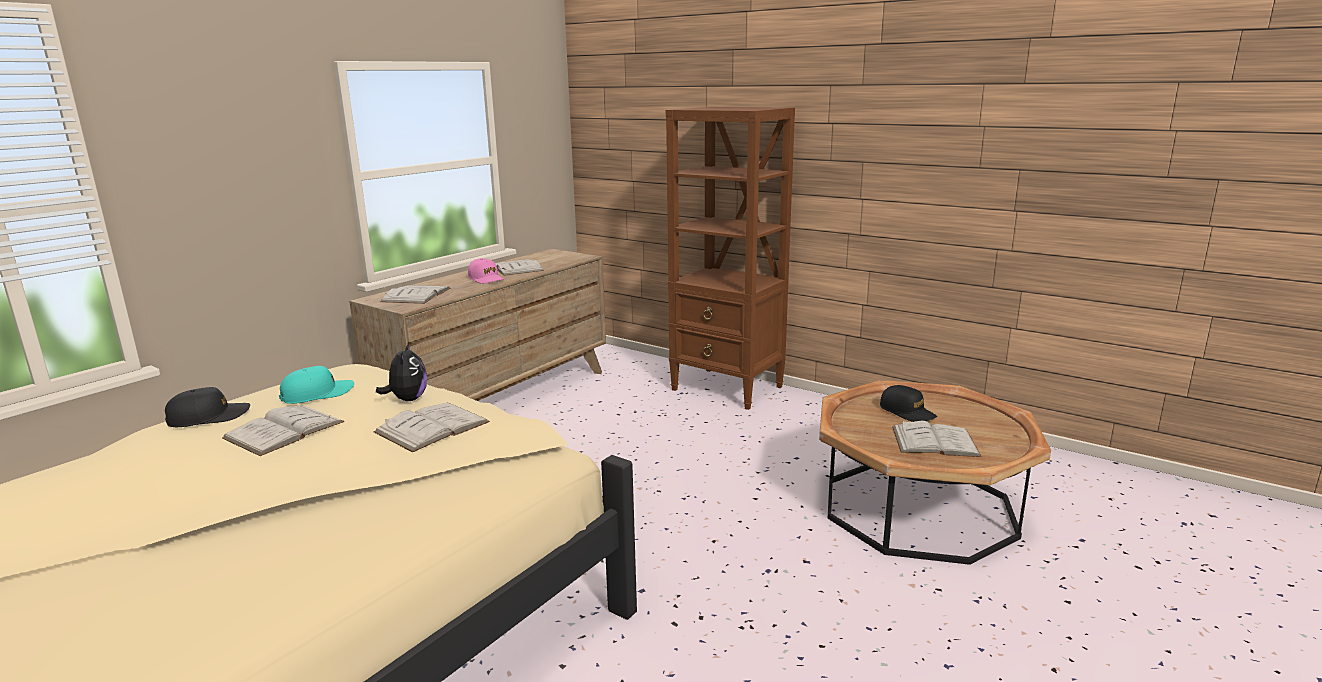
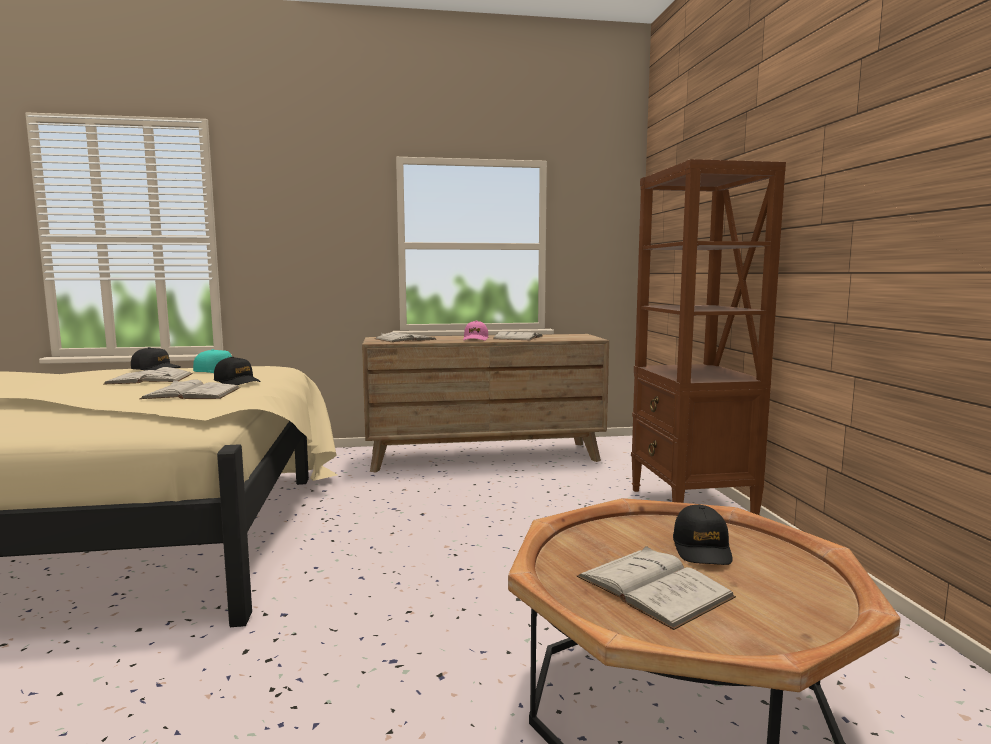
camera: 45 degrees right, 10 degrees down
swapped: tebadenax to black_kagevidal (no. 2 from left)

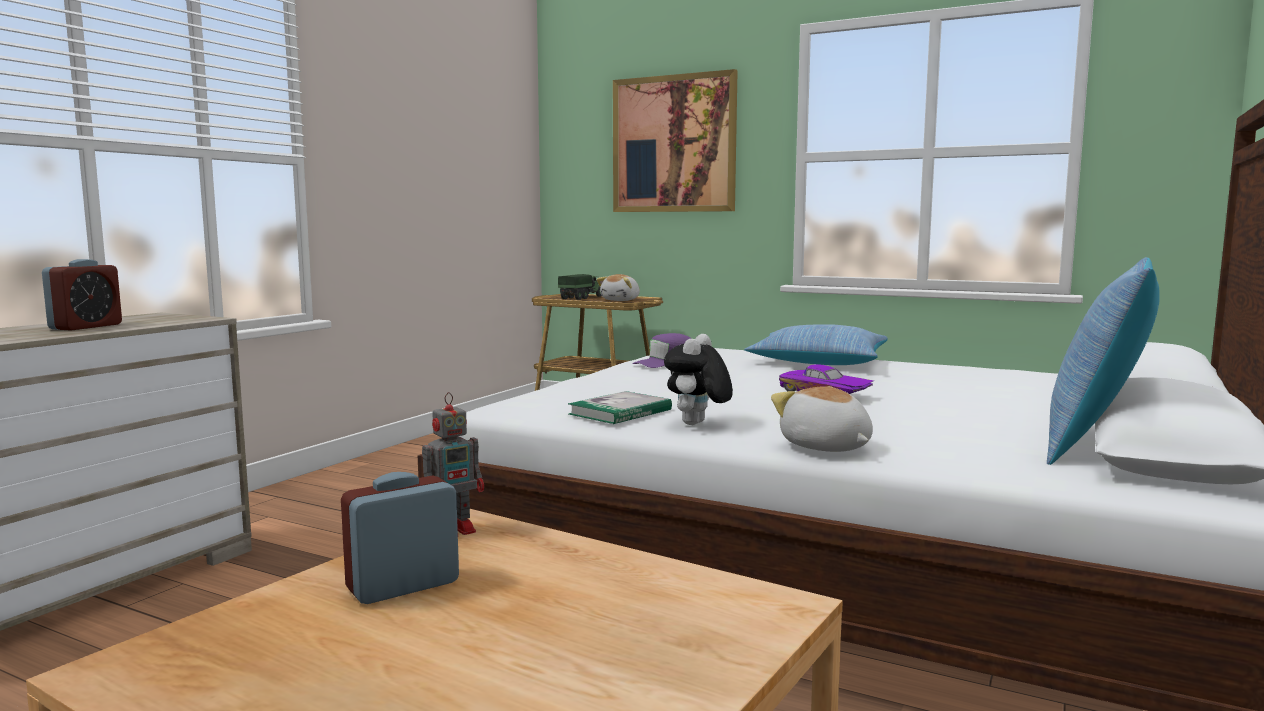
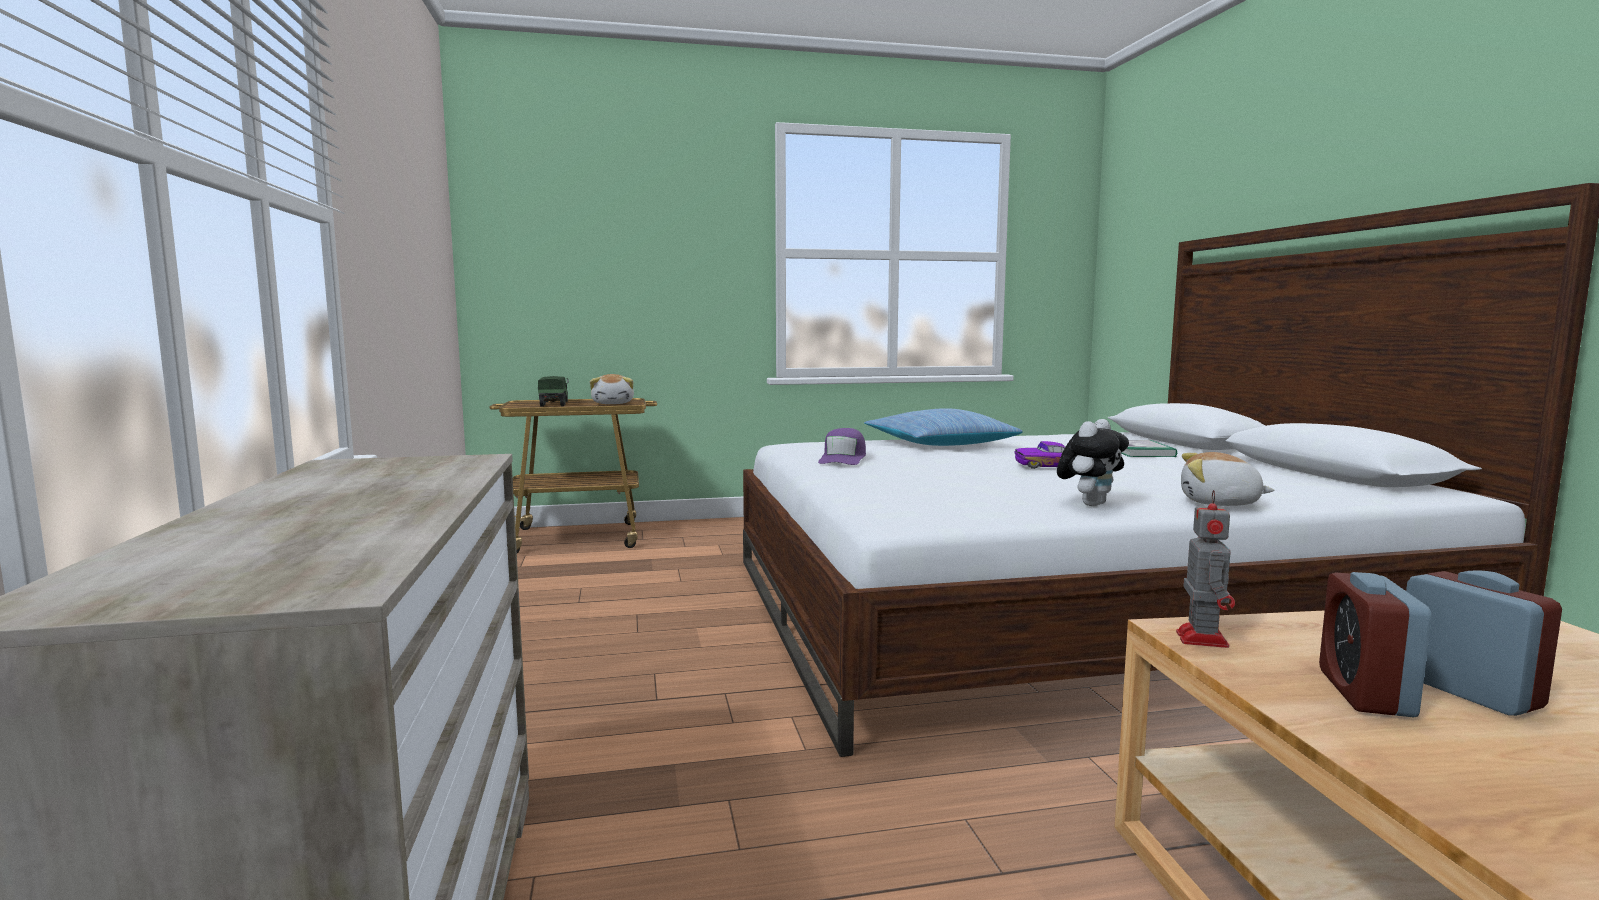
camera: 40 degrees left, 0 degrees up
gone: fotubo; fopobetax (no. 2 from left)
shifted: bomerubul (no. 1 from left in the first image) to bomerubul (no. 2 from left); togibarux
rotated: tebadenax (no. 2 from left) 120 degrees counterclockwise

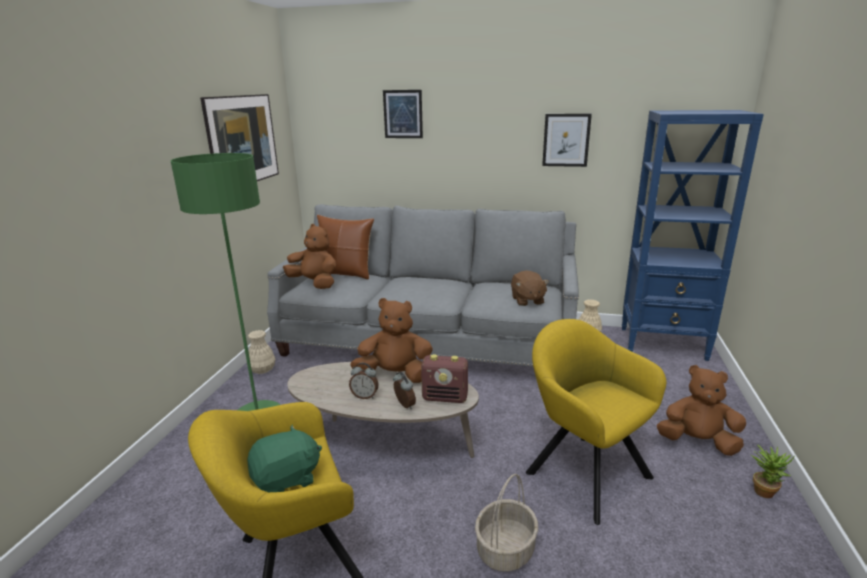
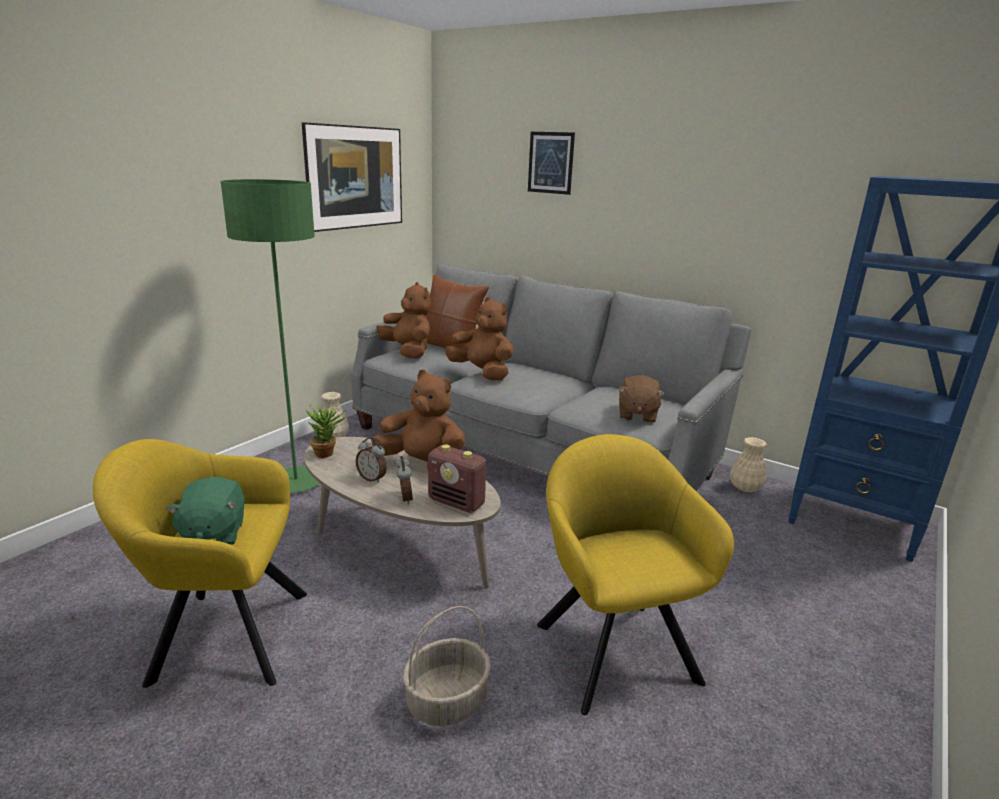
camera: 20 degrees right, 0 degrees up
gone: fotubo (no. 3 from left)
shifted: brown_tebadenax (no. 4 from left in the first image) to brown_tebadenax (no. 3 from left); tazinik
rotated: green_tebadenax 90 degrees clockwise

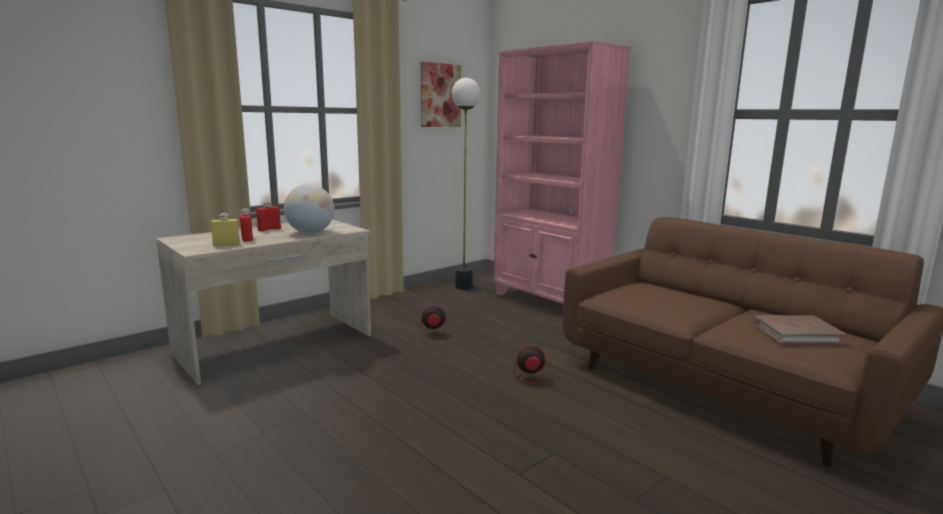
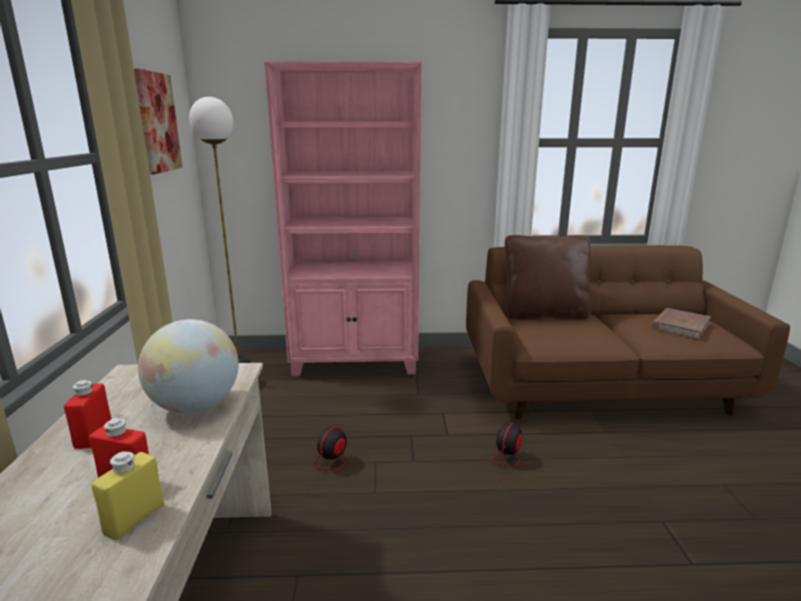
camera: 50 degrees left, 5 degrees up
new: brown_fopobetax

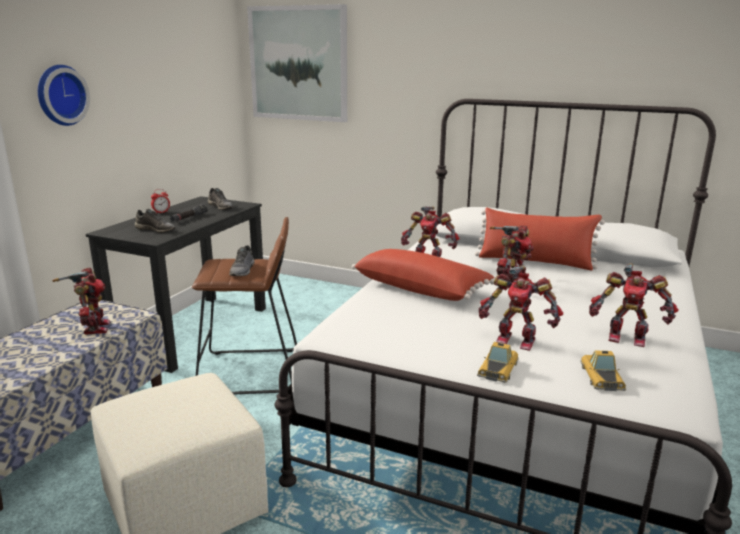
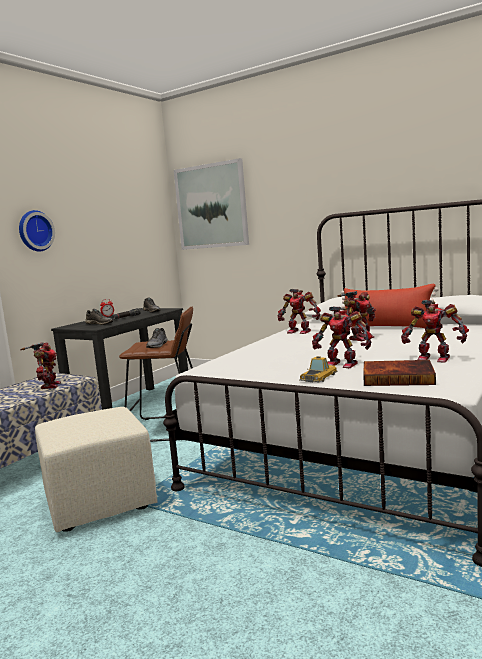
camera: 10 degrees right, 10 degrees down
gone: red_fopobetax (no. 1 from left)
swapped: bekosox (no. 2 from left) to togibarux

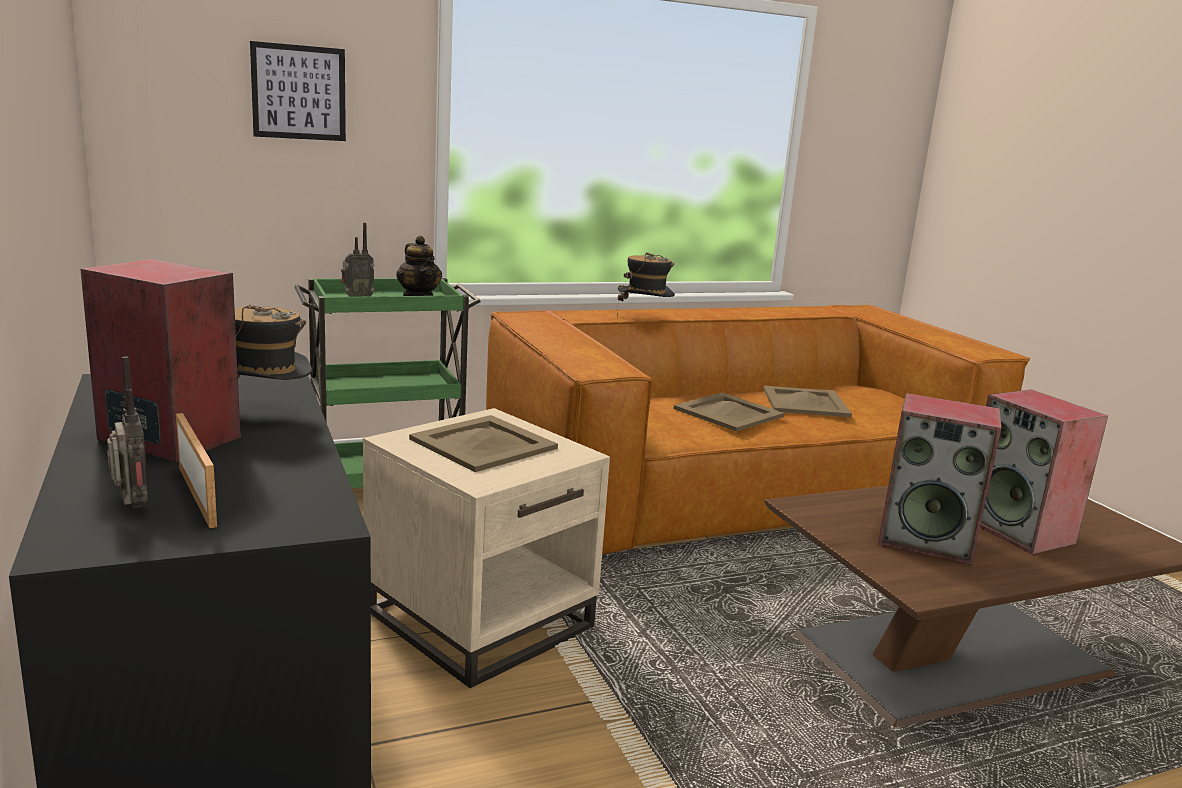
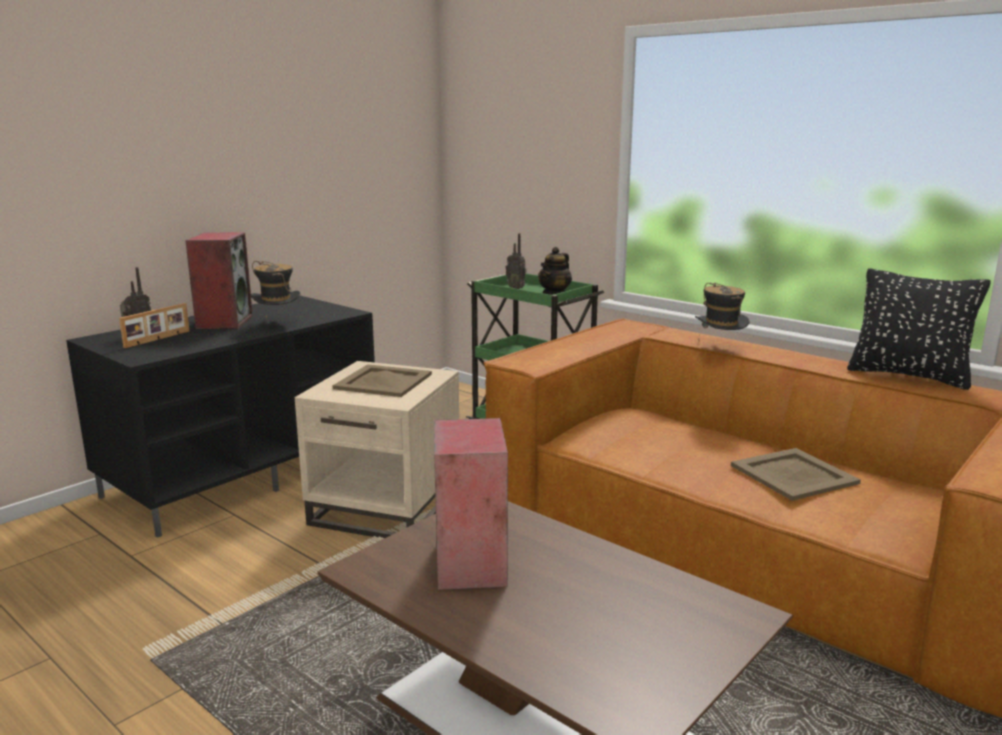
camera: 65 degrees right, 0 degrees up
gone: fotubo; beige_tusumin (no. 2 from left); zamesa (no. 3 from left)
new: black_fopobetax

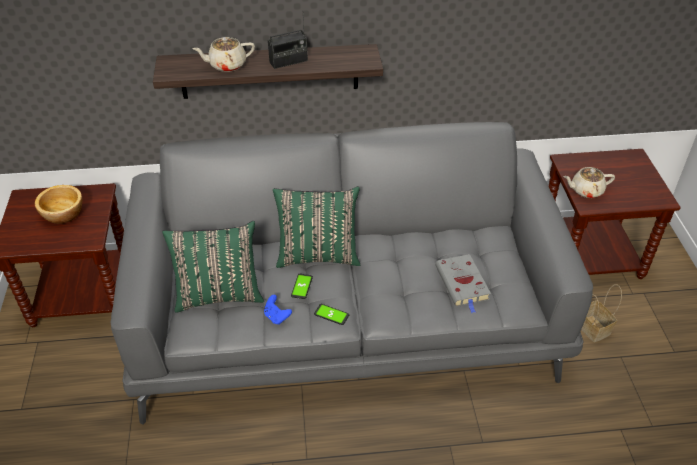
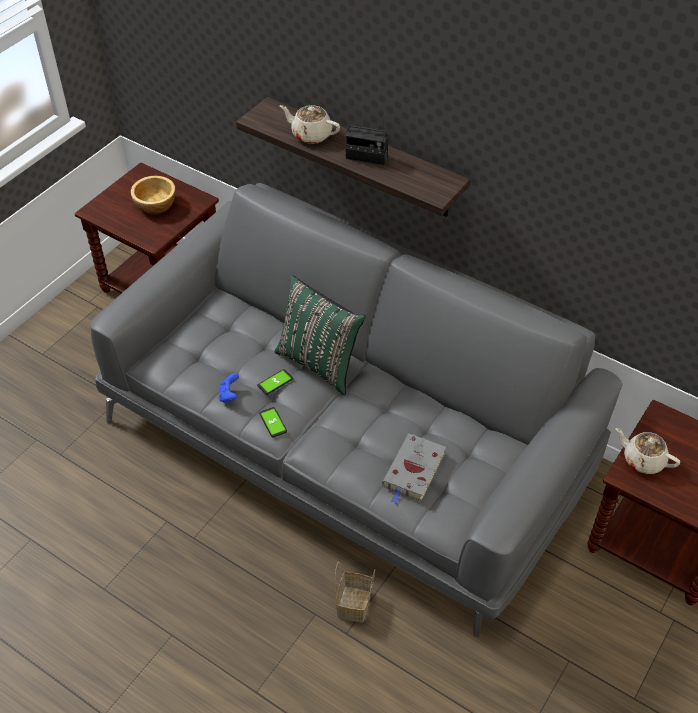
camera: 40 degrees right, 5 degrees up
gone: green_fopobetax (no. 1 from left)
shifted: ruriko

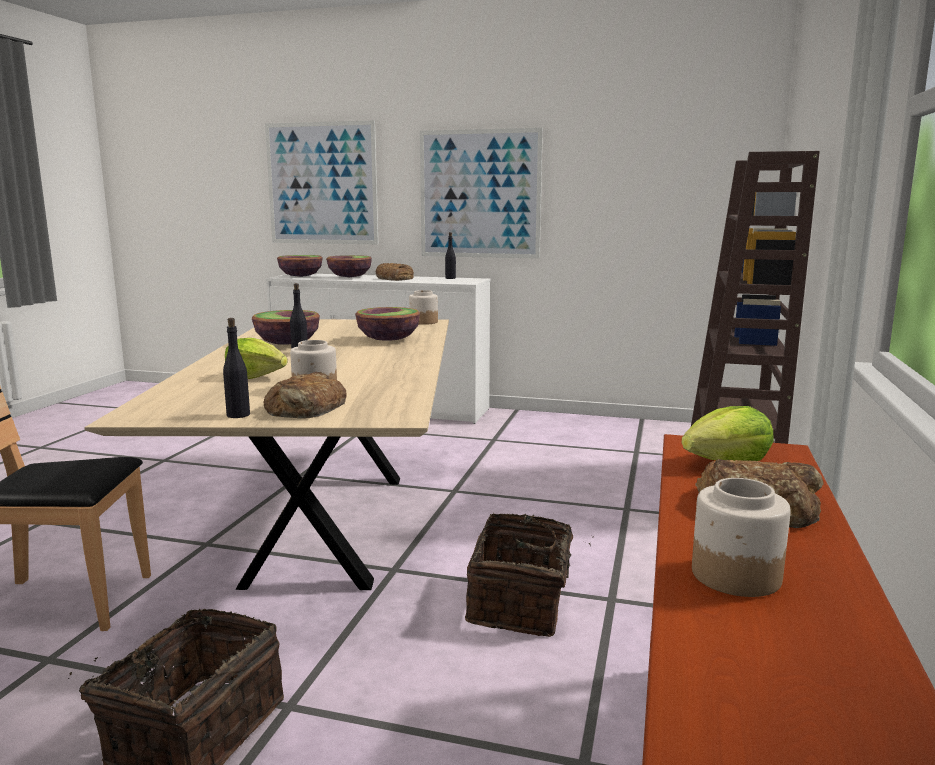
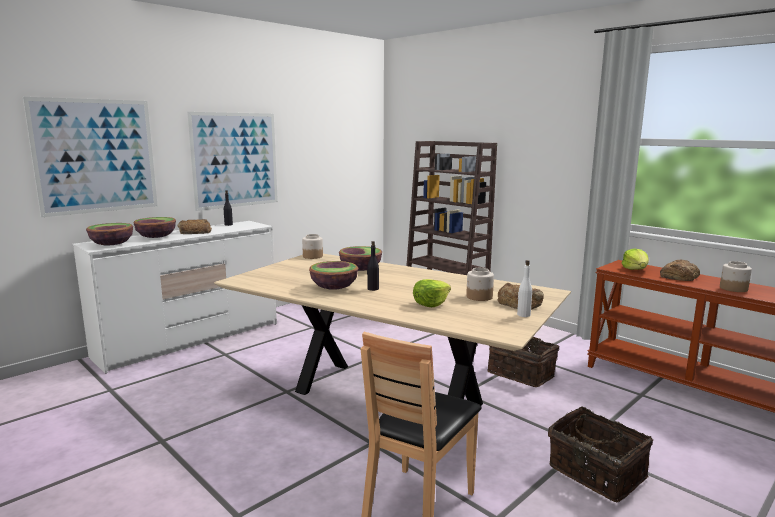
camera: 60 degrees left, 0 degrees up
repainted: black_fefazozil (no. 1 from left) to white_fefazozil

